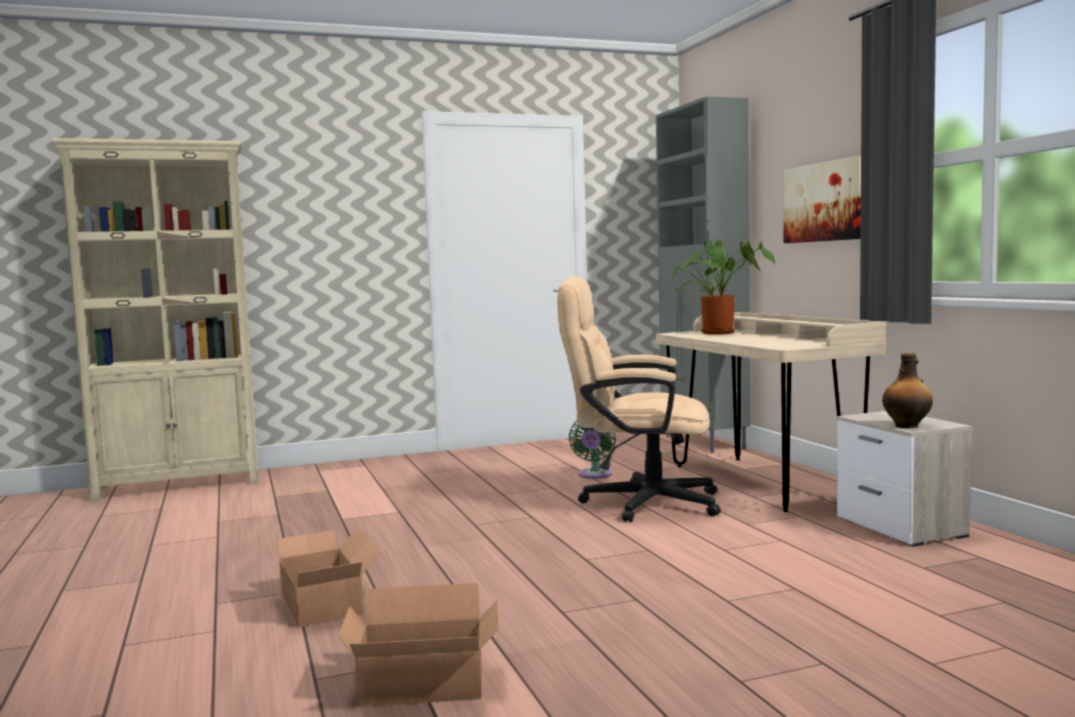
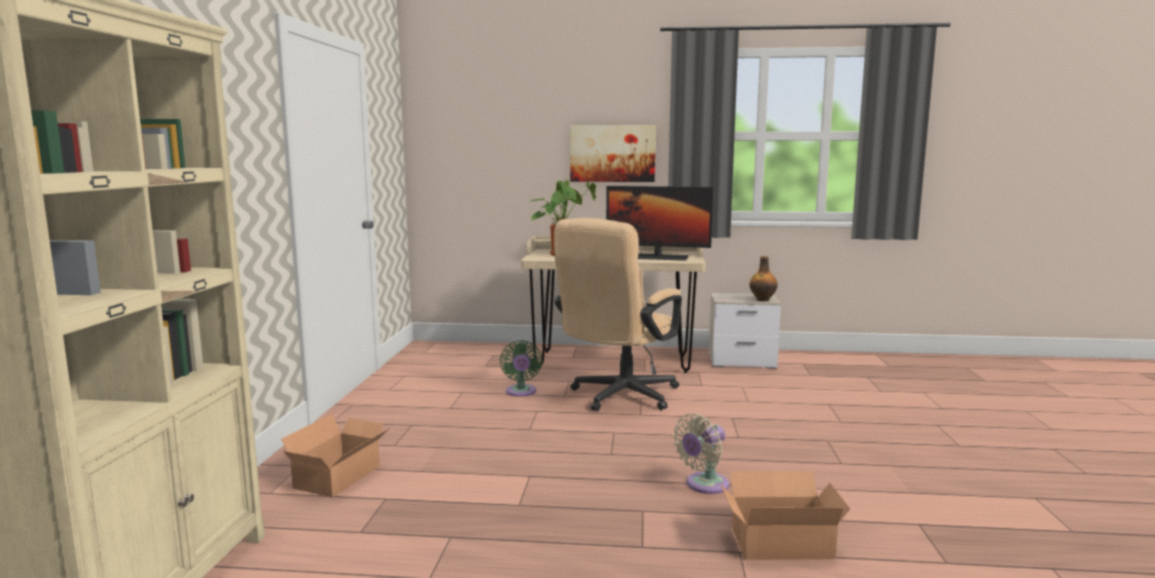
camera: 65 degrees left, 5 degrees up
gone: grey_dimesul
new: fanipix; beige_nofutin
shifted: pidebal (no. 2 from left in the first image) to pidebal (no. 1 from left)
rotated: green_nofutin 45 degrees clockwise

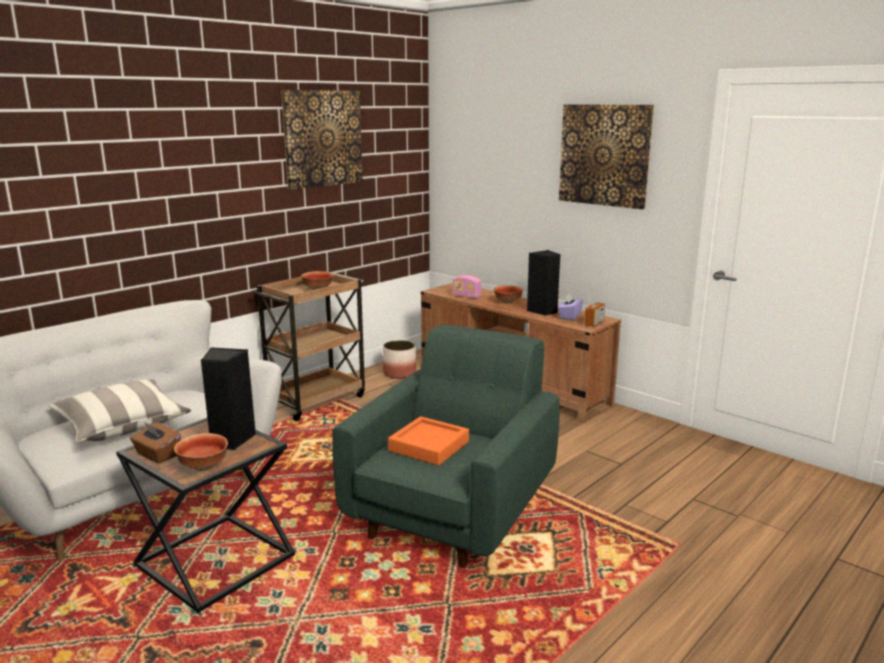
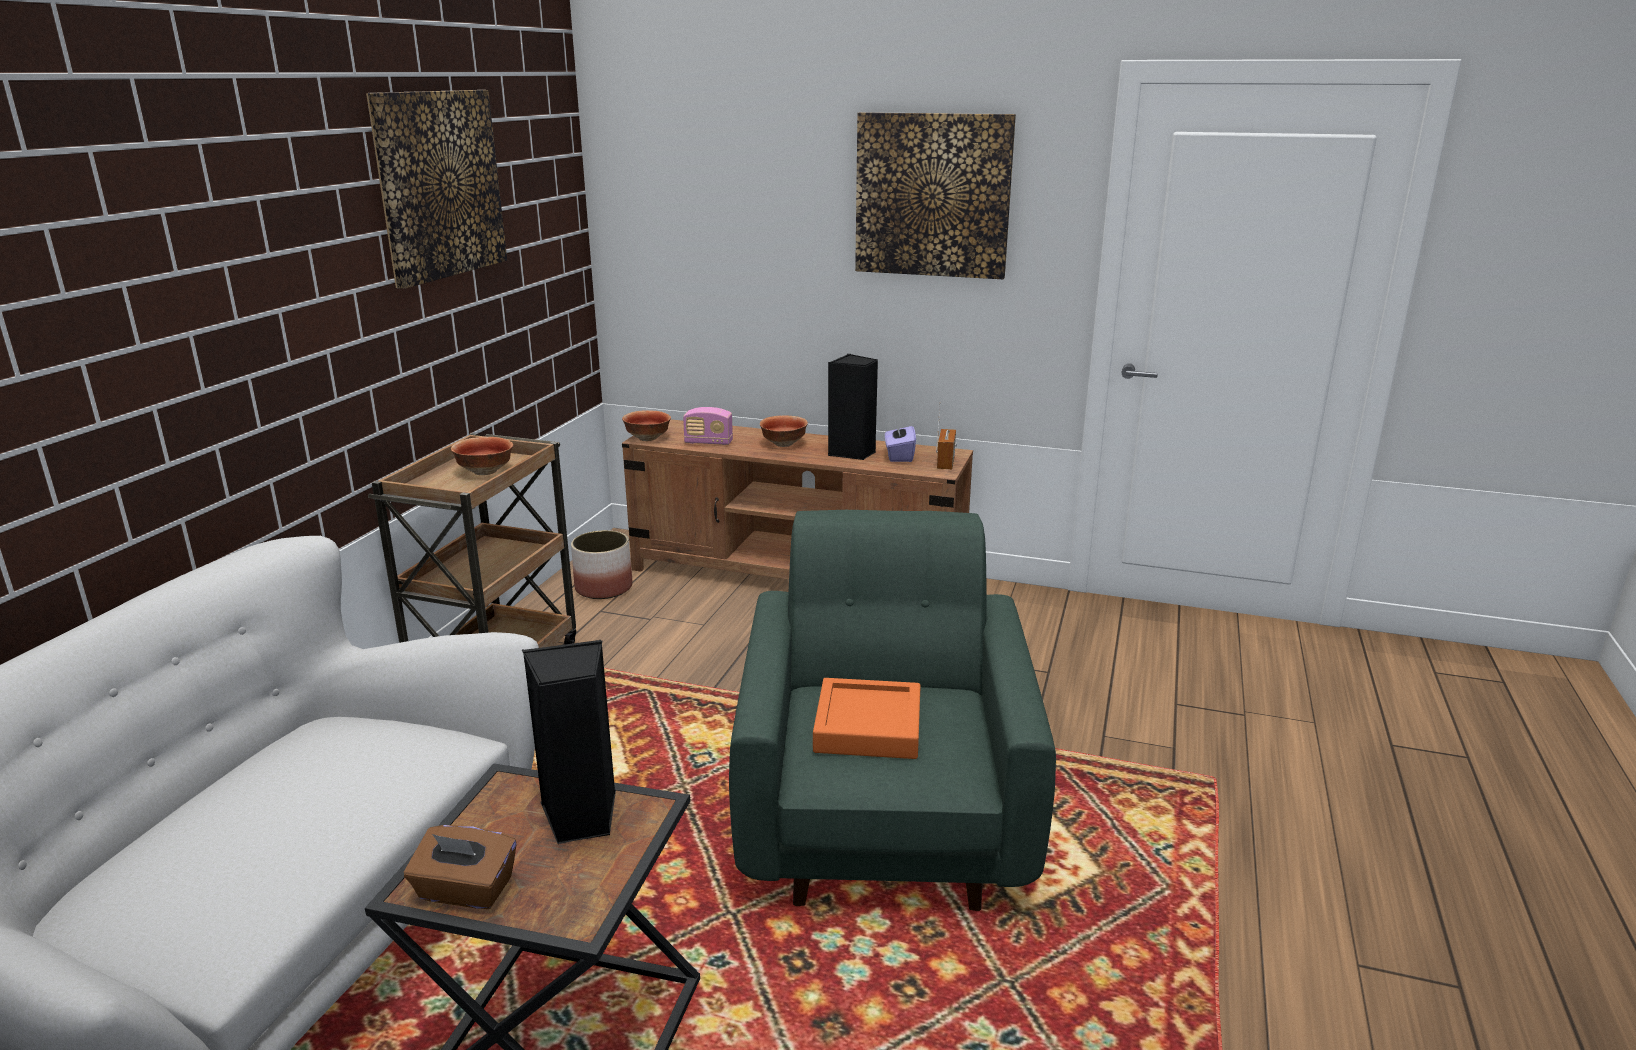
camera: 25 degrees left, 5 degrees up
gone: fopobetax
shifted: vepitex (no. 1 from left in the first image) to vepitex (no. 2 from left)

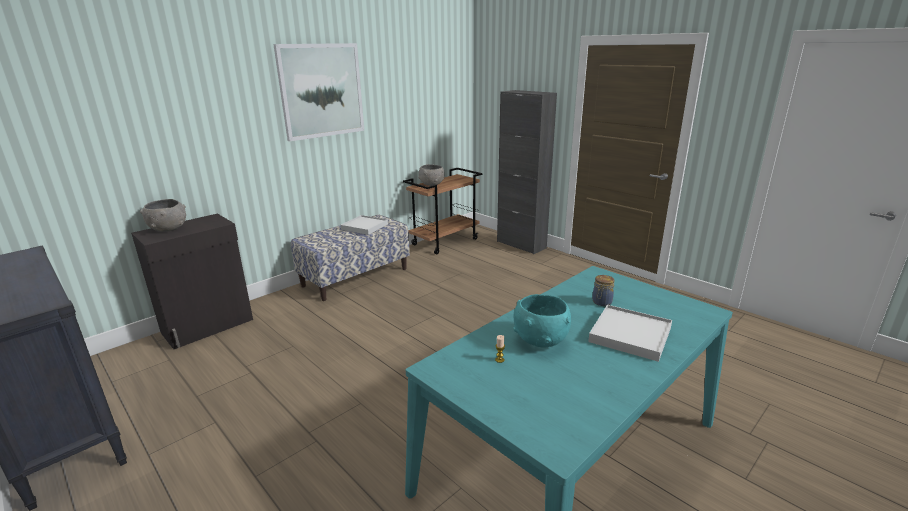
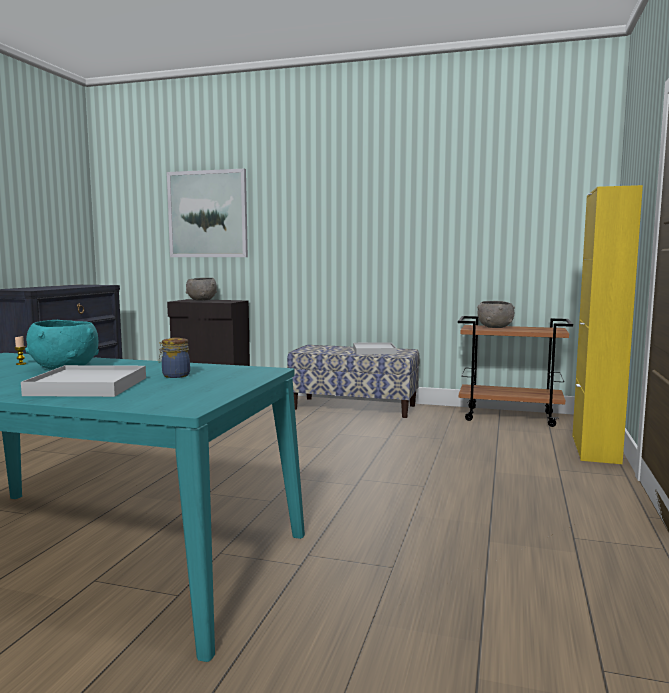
camera: 60 degrees right, 15 degrees down
shifted: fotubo
repainted: black_dimesul (no. 2 from left) to yellow_dimesul

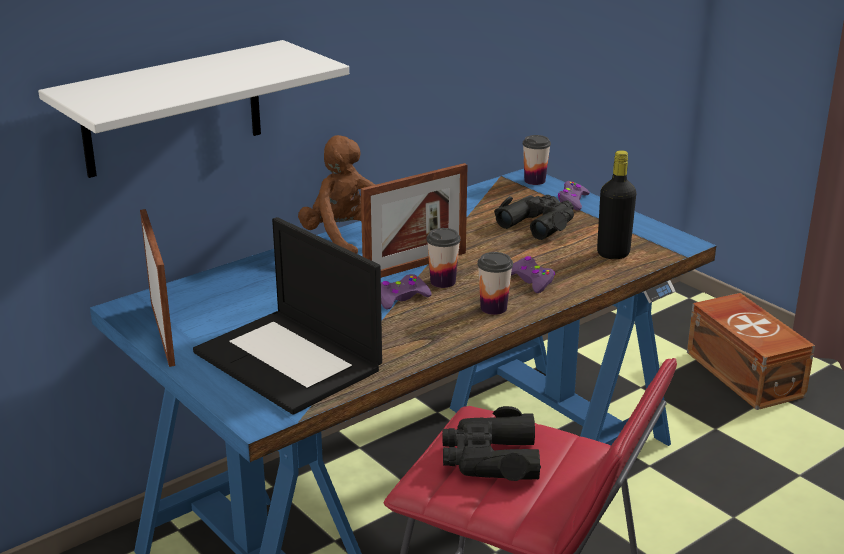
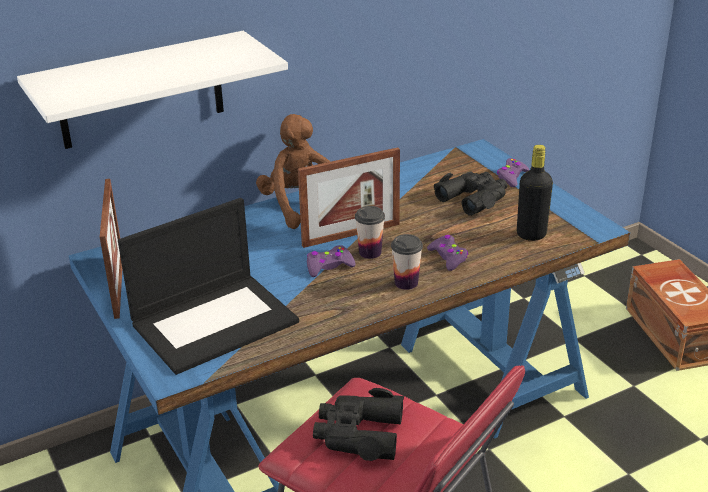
camera: 10 degrees right, 5 degrees up
gone: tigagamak (no. 3 from left)
rotated: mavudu 90 degrees counterclockwise

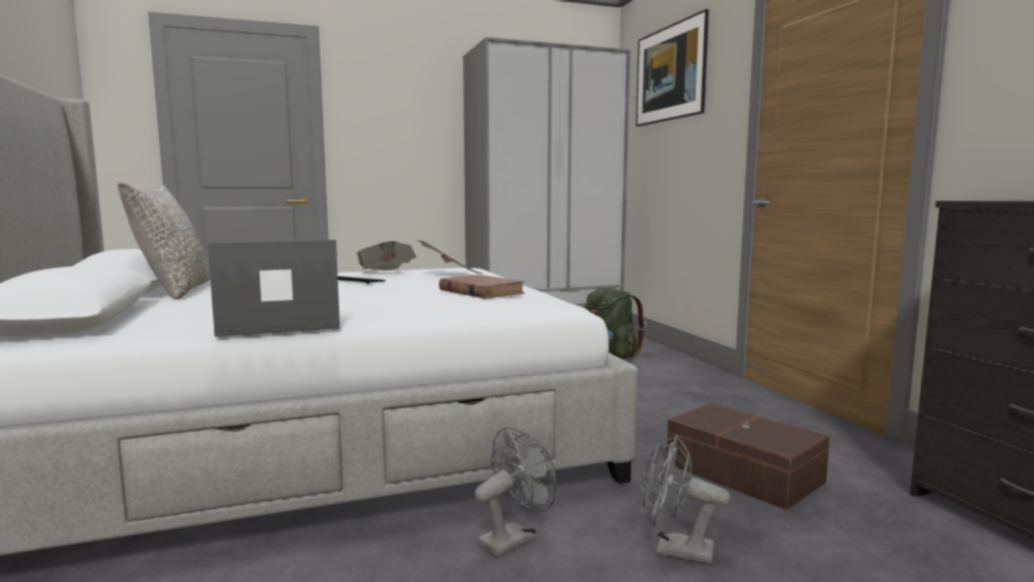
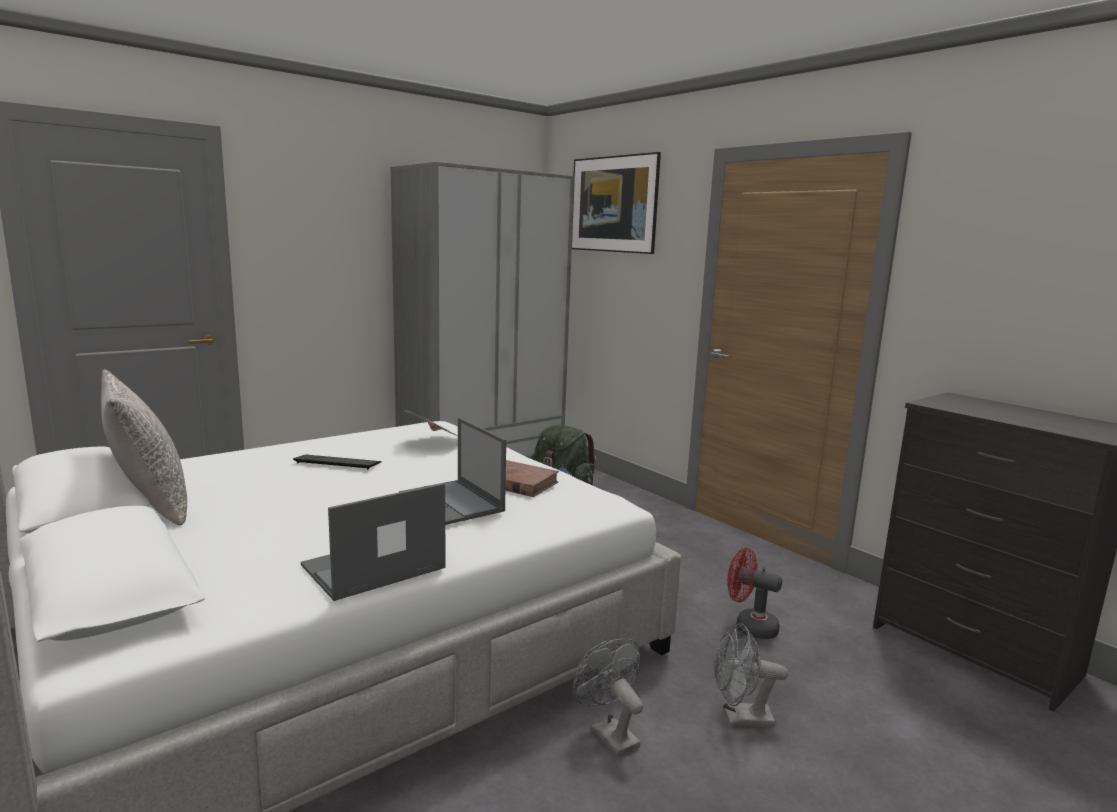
camera: 20 degrees left, 5 degrees up
gone: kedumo (no. 1 from left)
new: mavudu (no. 2 from left)
swapped: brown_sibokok to red_nofutin
rotated: grey_nofutin (no. 1 from left) 60 degrees counterclockwise

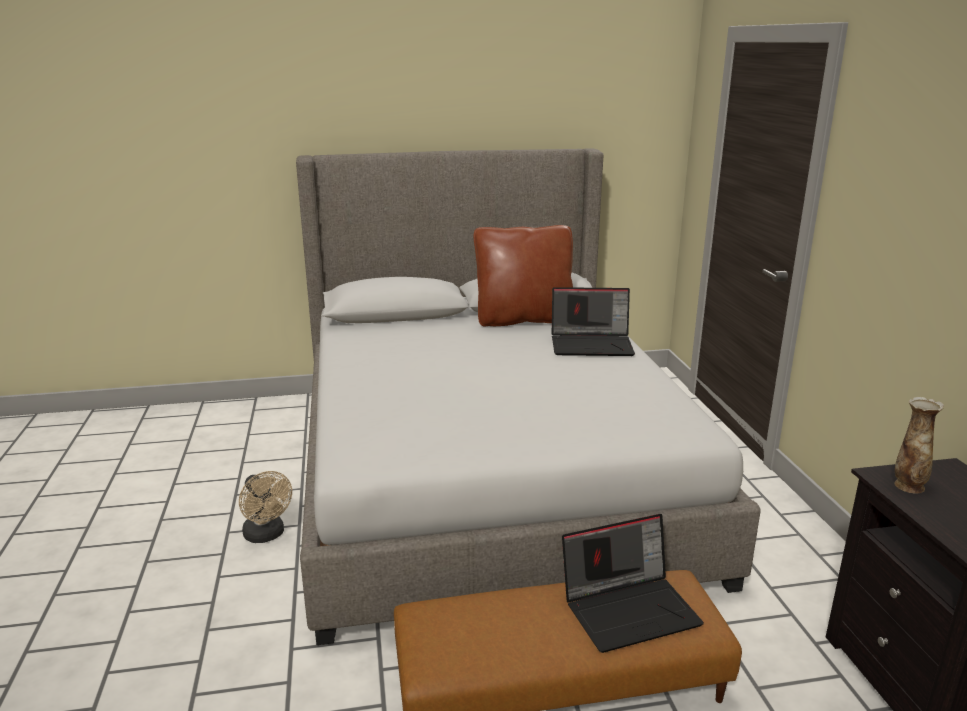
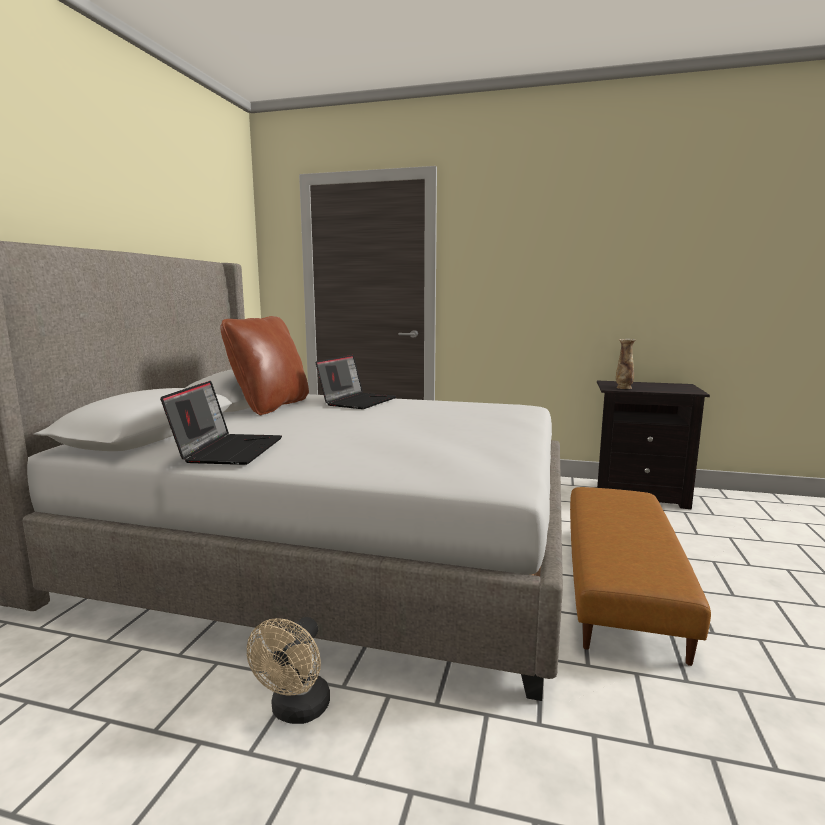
camera: 65 degrees left, 10 degrees down
shifted: mavudu (no. 2 from left in the first image) to mavudu (no. 1 from left)
rotated: beige_nofutin 120 degrees clockwise

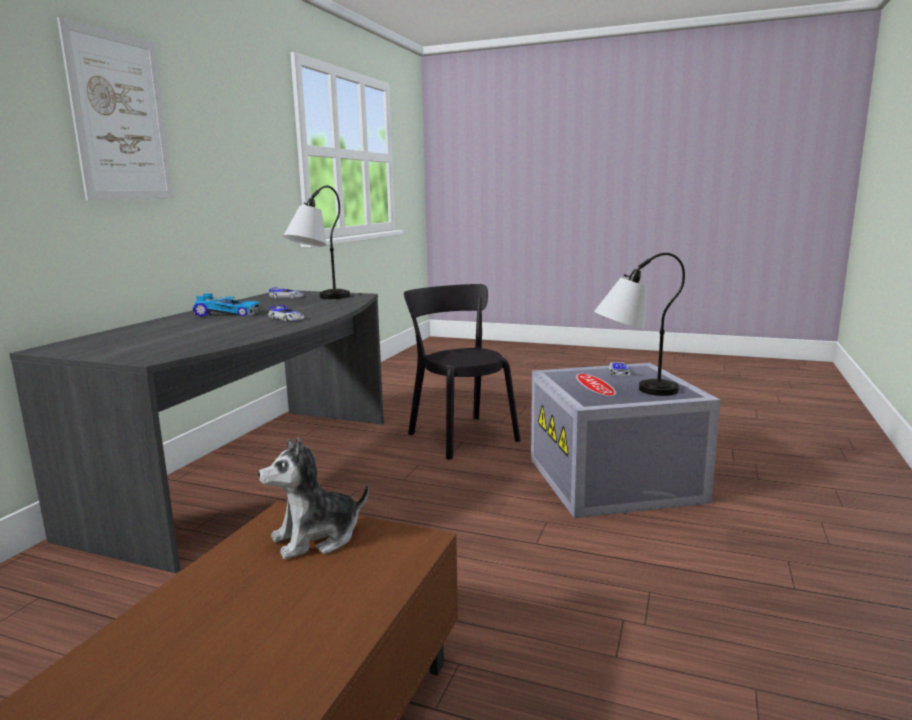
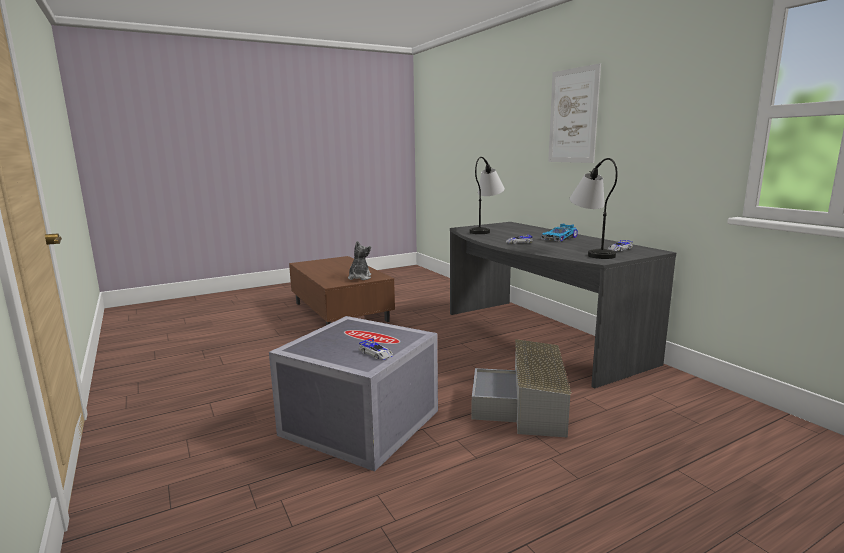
camera: 130 degrees right, 0 degrees up
shifted: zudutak (no. 2 from left in the first image) to zudutak (no. 1 from left)
swapped: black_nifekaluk to grey_sibokok (no. 2 from left)

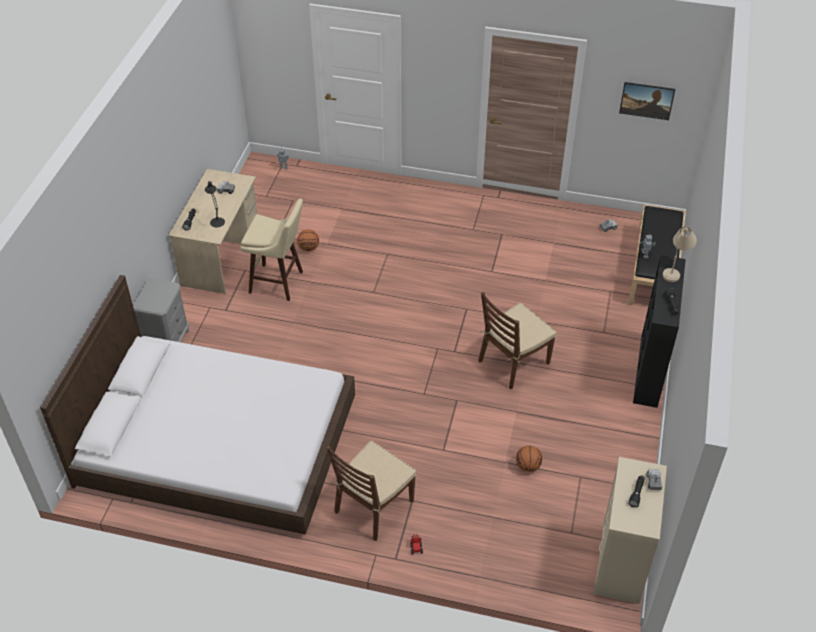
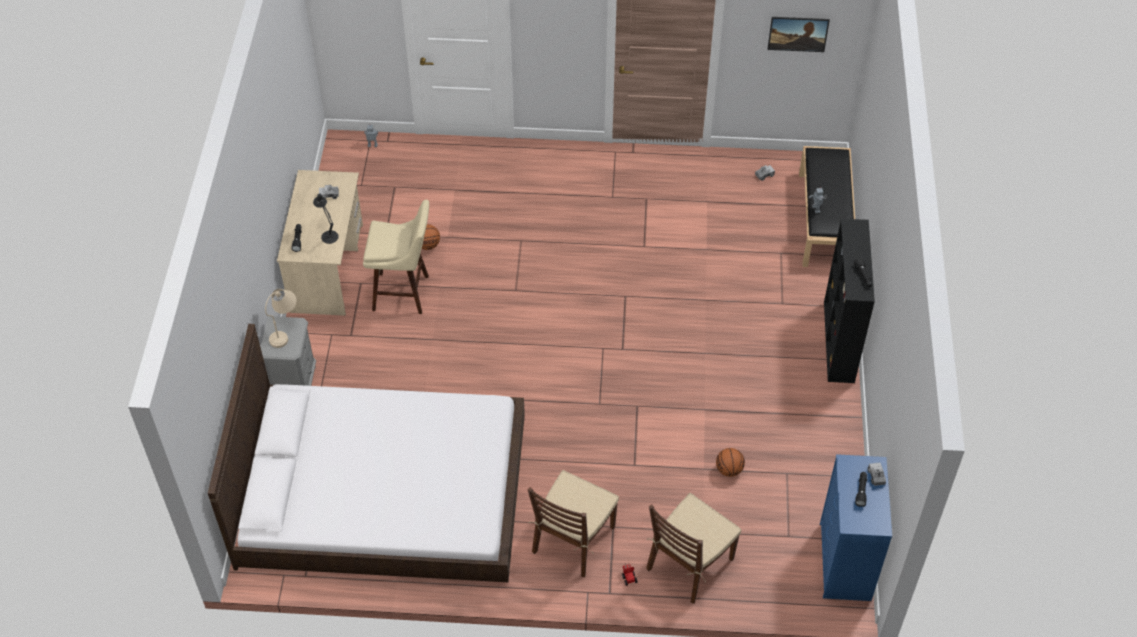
camera: 10 degrees left, 5 degrees up
shifted: brown_nifekaluk (no. 2 from left); beige_zudutak
repainted: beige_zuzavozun to blue_zuzavozun

